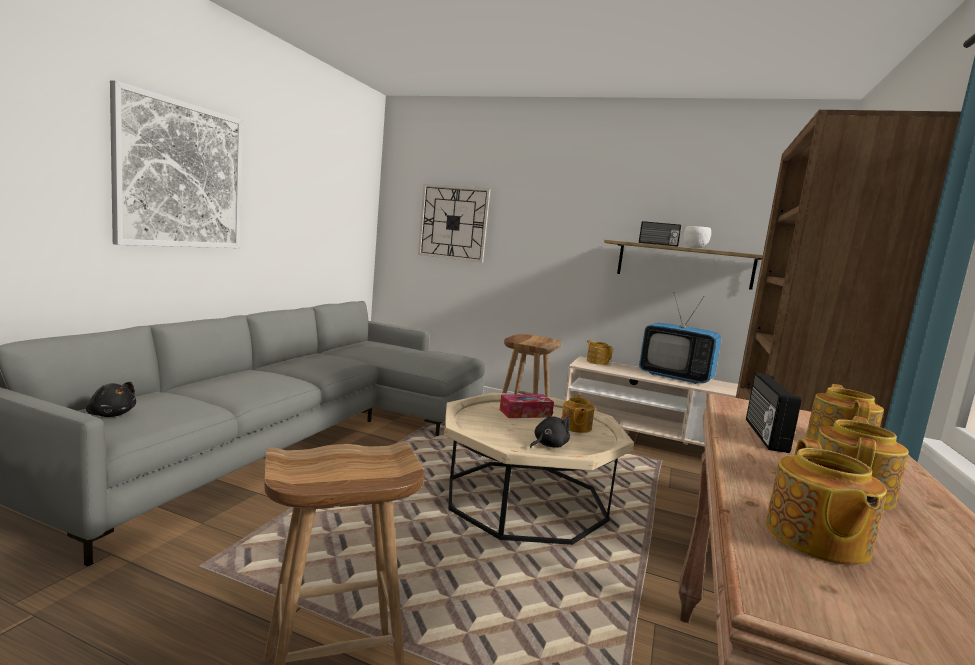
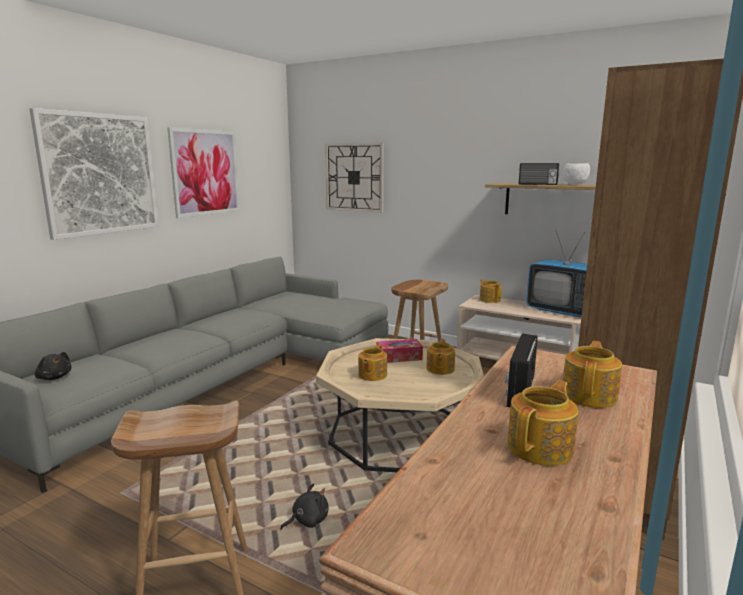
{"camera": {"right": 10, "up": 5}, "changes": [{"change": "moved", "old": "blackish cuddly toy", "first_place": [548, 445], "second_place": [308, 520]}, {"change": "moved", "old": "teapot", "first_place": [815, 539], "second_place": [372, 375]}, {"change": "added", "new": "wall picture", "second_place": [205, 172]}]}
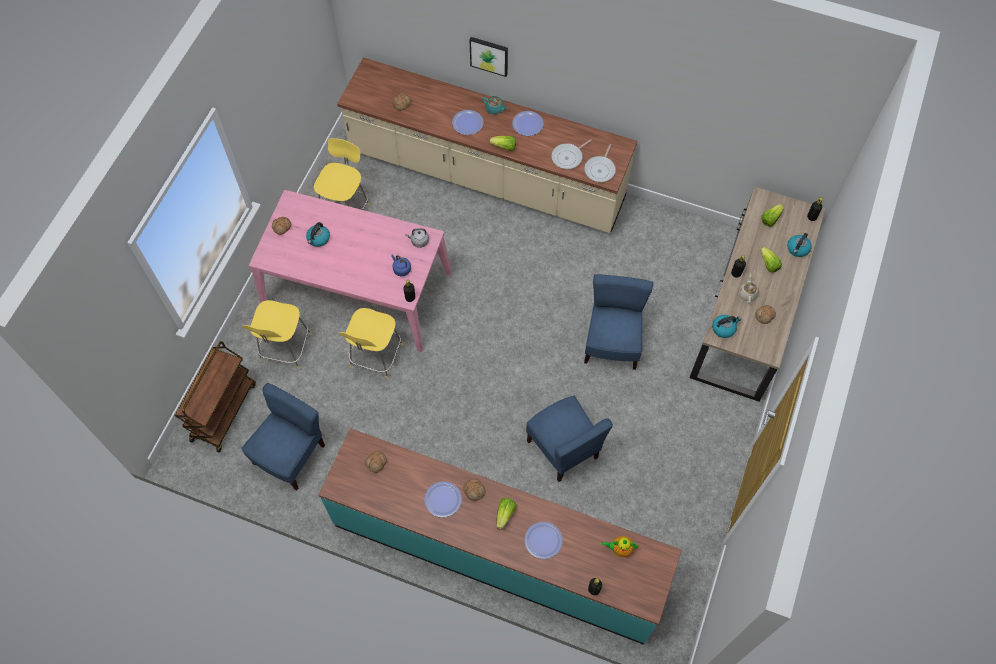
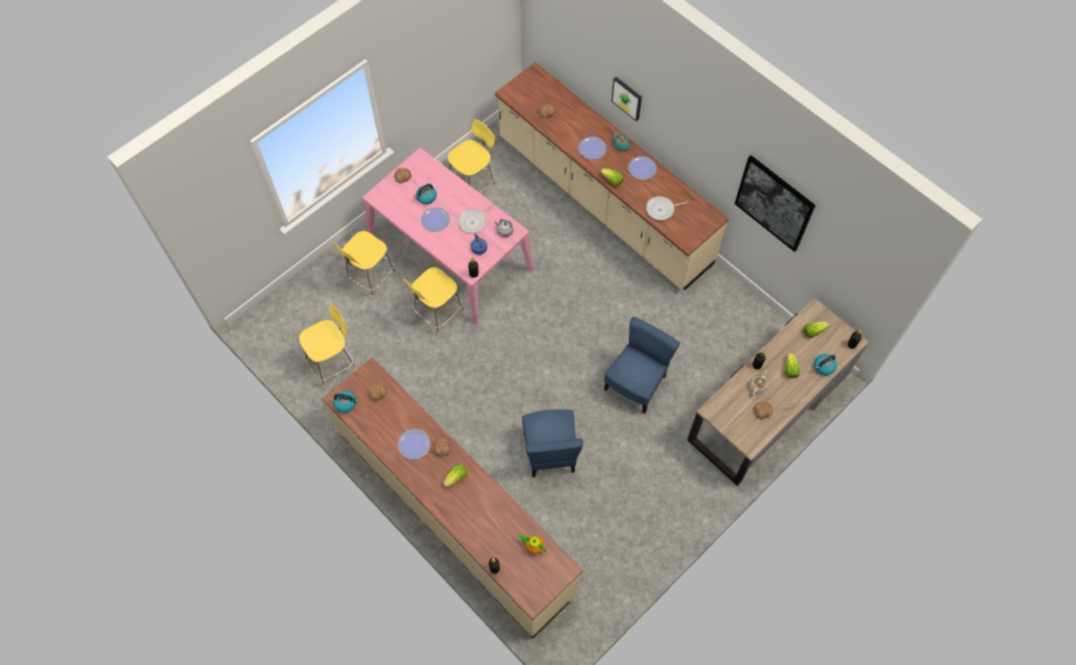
{"camera": {"right": 25, "up": 0}, "changes": [{"change": "moved", "old": "frying pan", "first_place": [600, 169], "second_place": [474, 221]}, {"change": "moved", "old": "tea kettle", "first_place": [724, 328], "second_place": [346, 403]}, {"change": "removed", "old": "brown cart", "first_place": [223, 411]}, {"change": "replaced", "old": "bluish upright chair", "new": "yellowish stool seat", "first_place": [290, 455], "second_place": [333, 363]}, {"change": "recoloured", "old": "blue-green kitchen base unit", "new": "beige kitchen base unit", "first_place": [498, 552], "second_place": [454, 511]}, {"change": "moved", "old": "dinner plate", "first_place": [543, 540], "second_place": [435, 220]}, {"change": "added", "new": "wall picture", "second_place": [774, 203]}]}
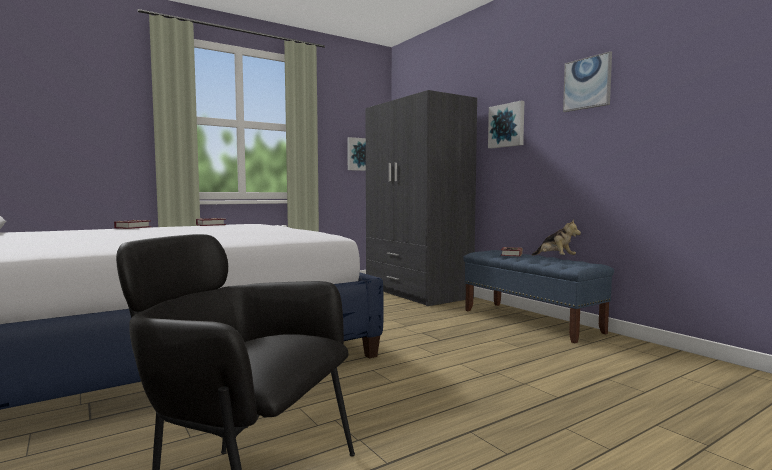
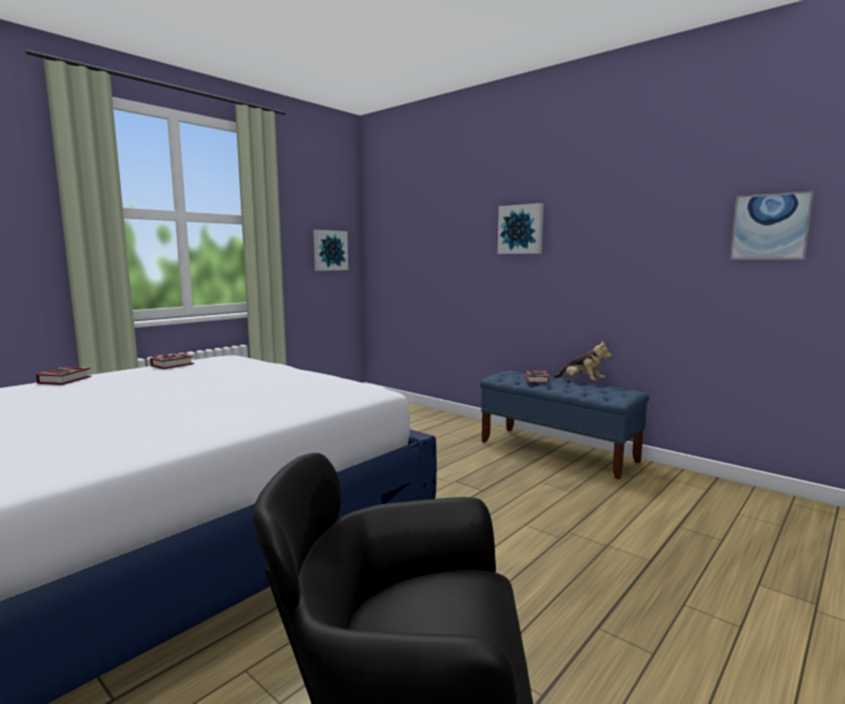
{"camera": {"right": -15, "up": 5}, "changes": [{"change": "moved", "old": "wall picture", "first_place": [587, 83], "second_place": [770, 227]}, {"change": "removed", "old": "grey clothes cupboard", "first_place": [416, 292]}]}
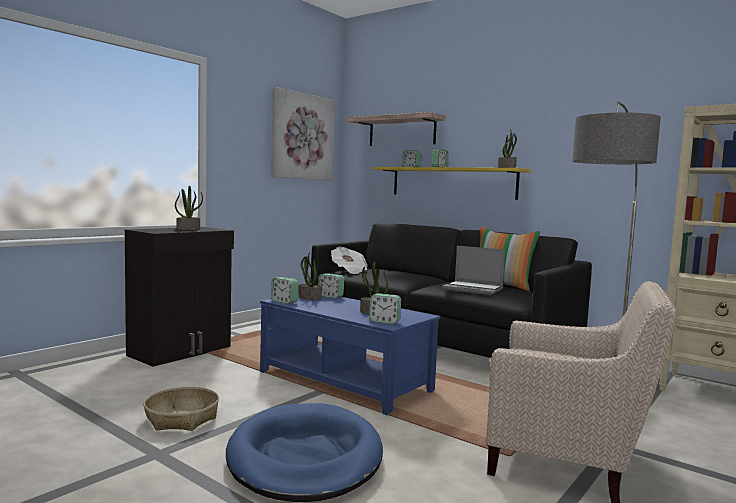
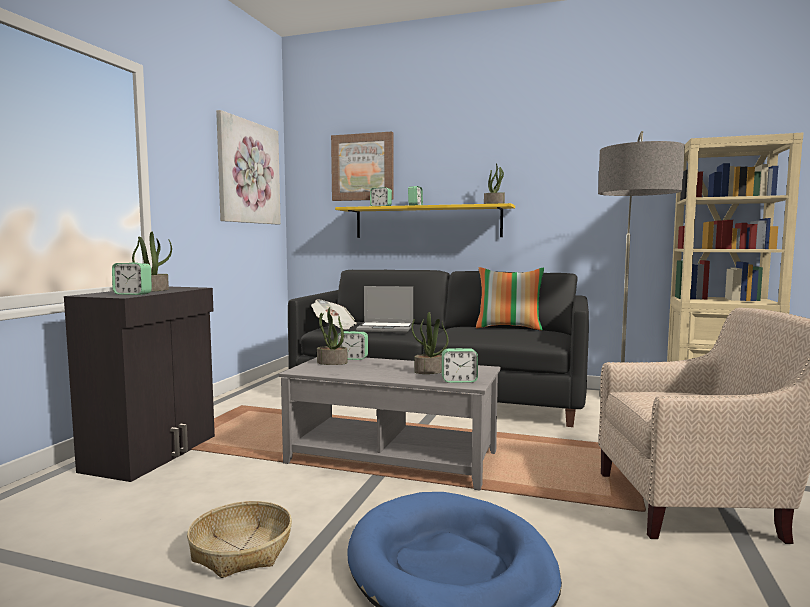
{"camera": {"right": -20, "up": 0}, "changes": [{"change": "replaced", "old": "bracket shelf", "new": "wall picture", "first_place": [402, 131], "second_place": [363, 167]}, {"change": "moved", "old": "laptop", "first_place": [474, 289], "second_place": [386, 329]}, {"change": "moved", "old": "alarm clock", "first_place": [284, 301], "second_place": [133, 294]}, {"change": "recoloured", "old": "bluish lounge table", "new": "grey lounge table", "first_place": [345, 381], "second_place": [393, 456]}]}
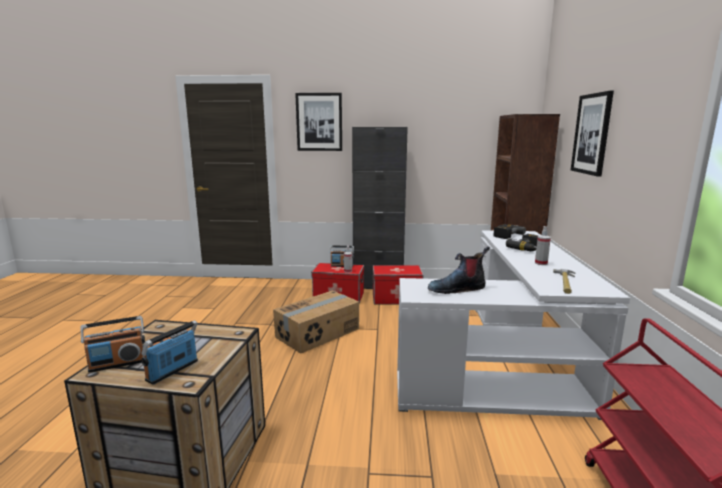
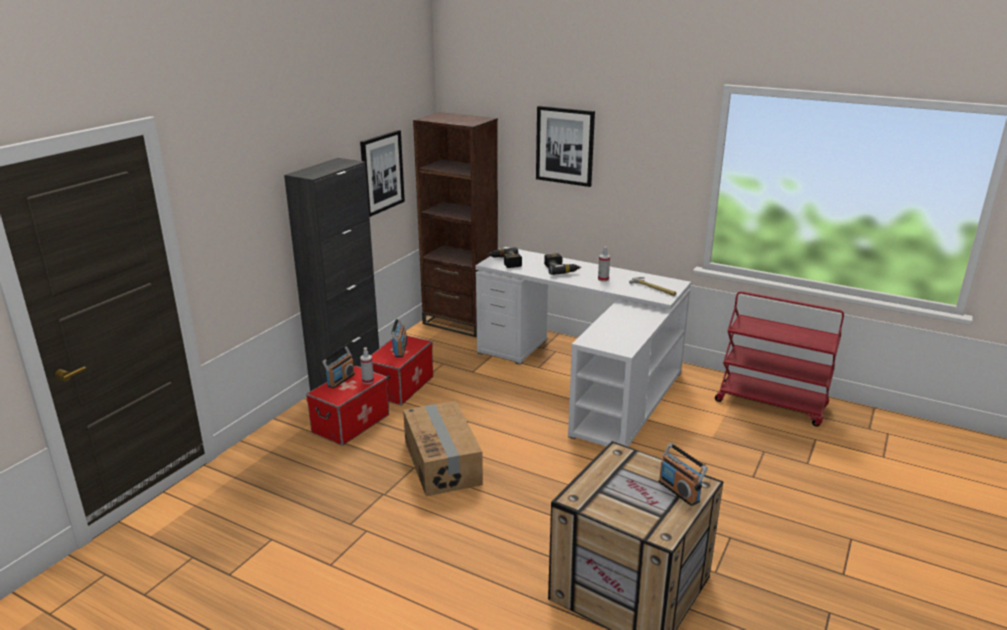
{"camera": {"right": -65, "up": 10}, "changes": [{"change": "moved", "old": "wall picture", "first_place": [319, 122], "second_place": [382, 172]}, {"change": "removed", "old": "tall boot", "first_place": [457, 289]}, {"change": "moved", "old": "radio set", "first_place": [118, 363], "second_place": [400, 350]}]}
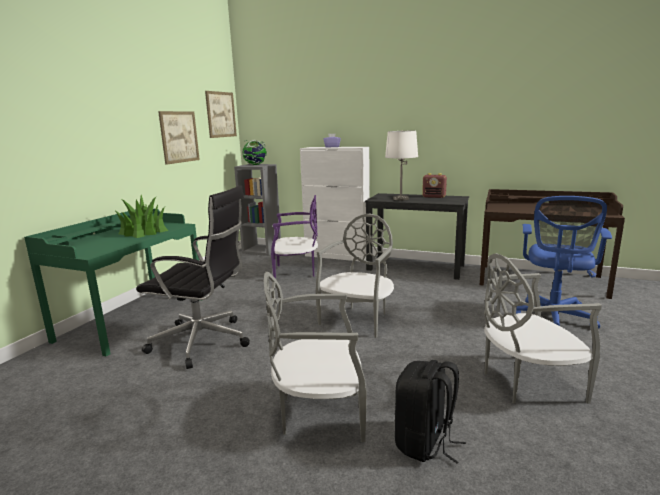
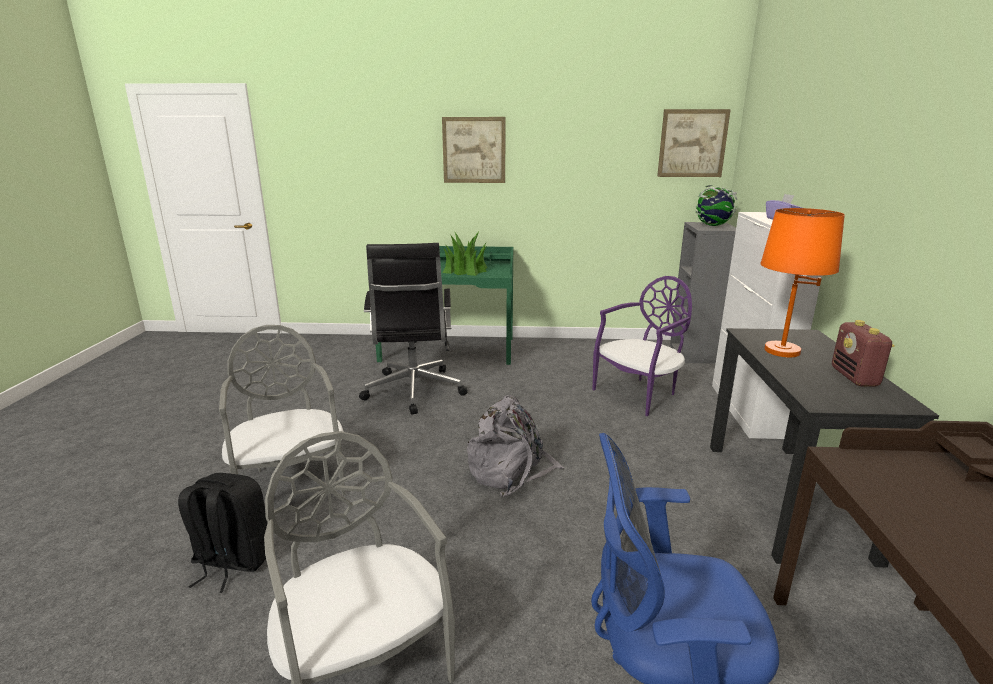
{"camera": {"right": 70, "up": 5}, "changes": [{"change": "moved", "old": "wall picture", "first_place": [179, 137], "second_place": [474, 150]}, {"change": "recoloured", "old": "white lamp for a table", "new": "orangey lamp for a table", "first_place": [401, 199], "second_place": [782, 351]}, {"change": "turned", "old": "purple-coloured upright chair", "first_place": [296, 272], "second_place": [639, 394], "degrees": -105}, {"change": "replaced", "old": "grey upright chair", "new": "grey backpack", "first_place": [358, 320], "second_place": [511, 471]}]}
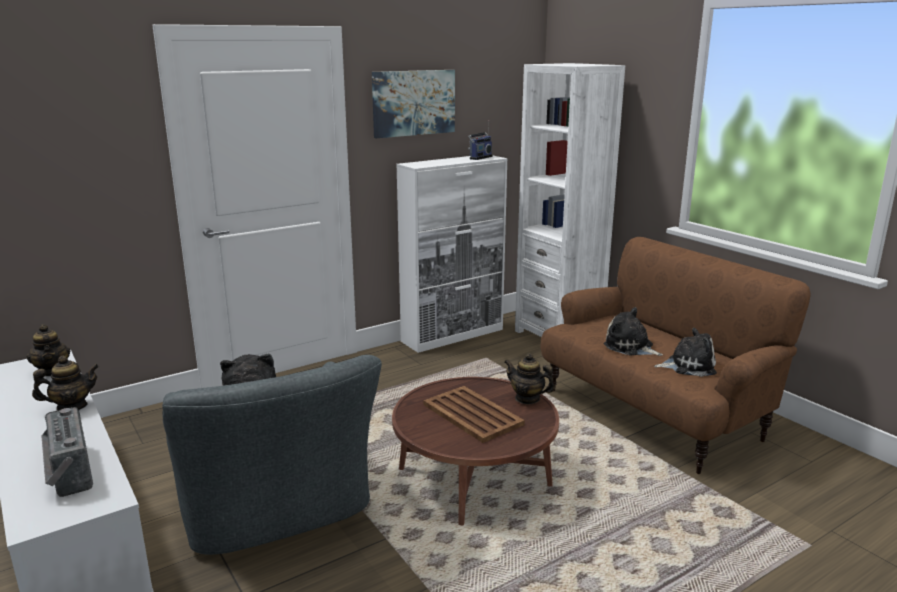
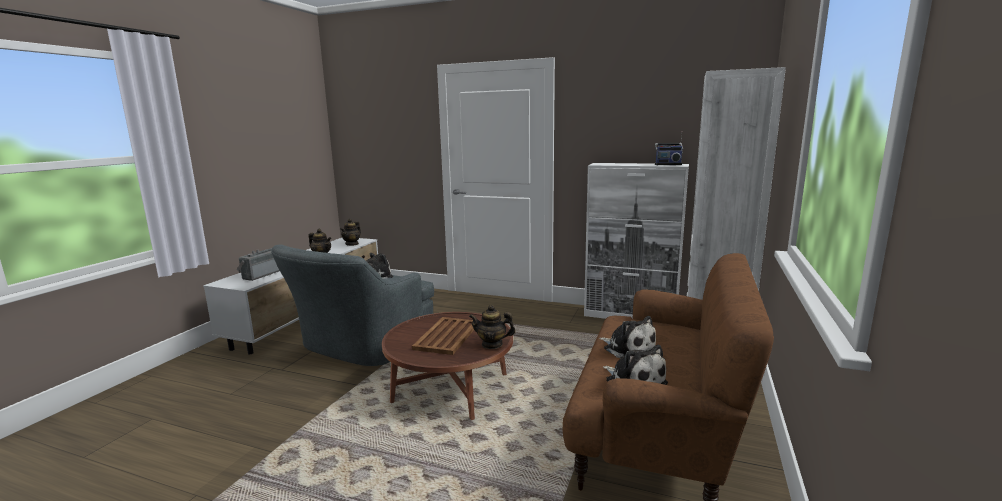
{"camera": {"right": 55, "up": -5}, "changes": [{"change": "removed", "old": "wall picture", "first_place": [413, 103]}, {"change": "turned", "old": "cuddly toy", "first_place": [630, 347], "second_place": [628, 348], "degrees": 135}, {"change": "turned", "old": "teapot", "first_place": [527, 398], "second_place": [492, 344], "degrees": -75}]}
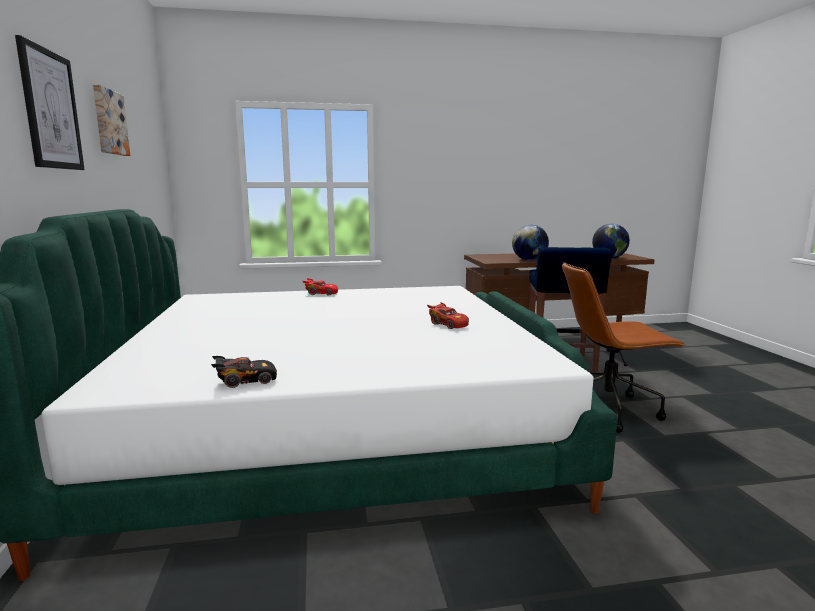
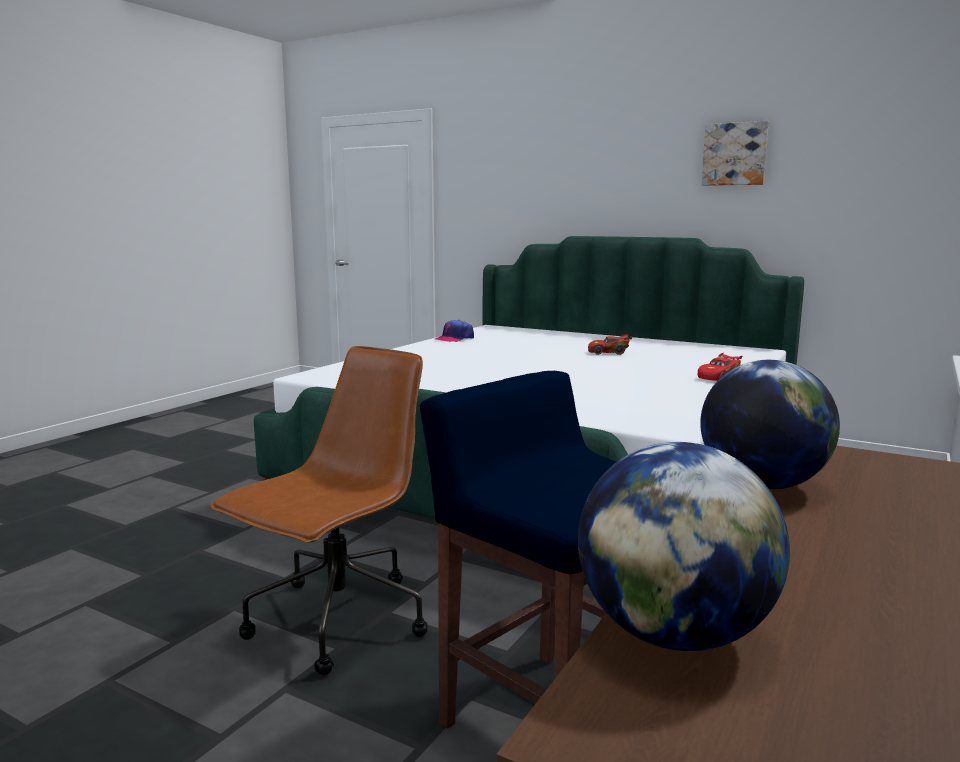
{"camera": {"right": 130, "up": 0}, "changes": [{"change": "removed", "old": "wall picture", "first_place": [51, 110]}, {"change": "moved", "old": "reddish model car", "first_place": [448, 324], "second_place": [609, 353]}, {"change": "replaced", "old": "blackish model car", "new": "cap", "first_place": [245, 381], "second_place": [454, 339]}]}
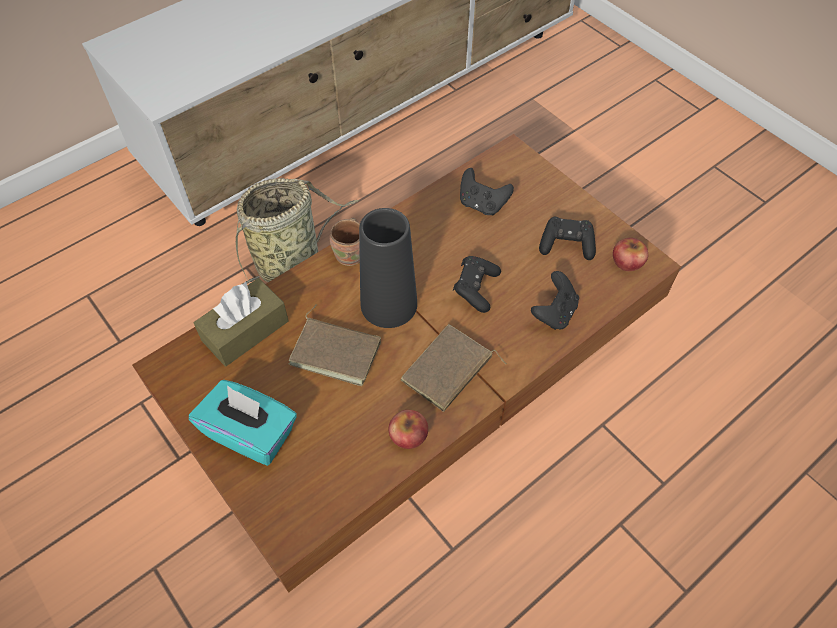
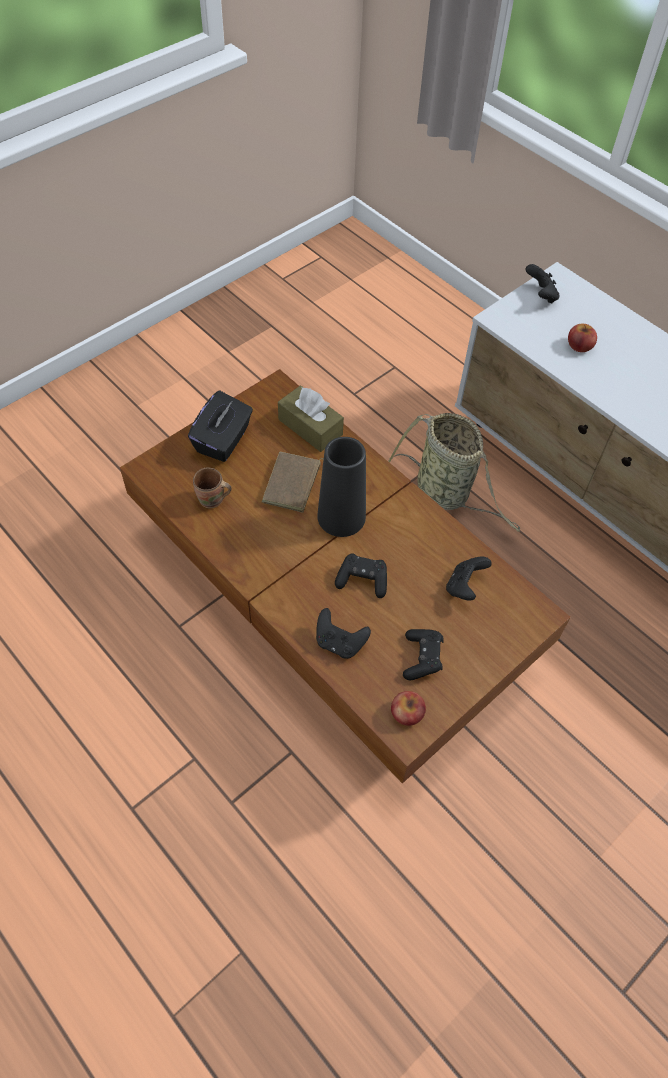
{"camera": {"right": 85, "up": 0}, "changes": [{"change": "moved", "old": "brown coffee mug", "first_place": [351, 255], "second_place": [212, 501]}, {"change": "removed", "old": "brown volume", "first_place": [449, 371]}, {"change": "recoloured", "old": "blue-green box of tissues", "new": "blackish box of tissues", "first_place": [251, 433], "second_place": [223, 440]}, {"change": "moved", "old": "apple fruit", "first_place": [408, 435], "second_place": [579, 345]}, {"change": "added", "new": "blackish game controller", "second_place": [540, 295]}]}
